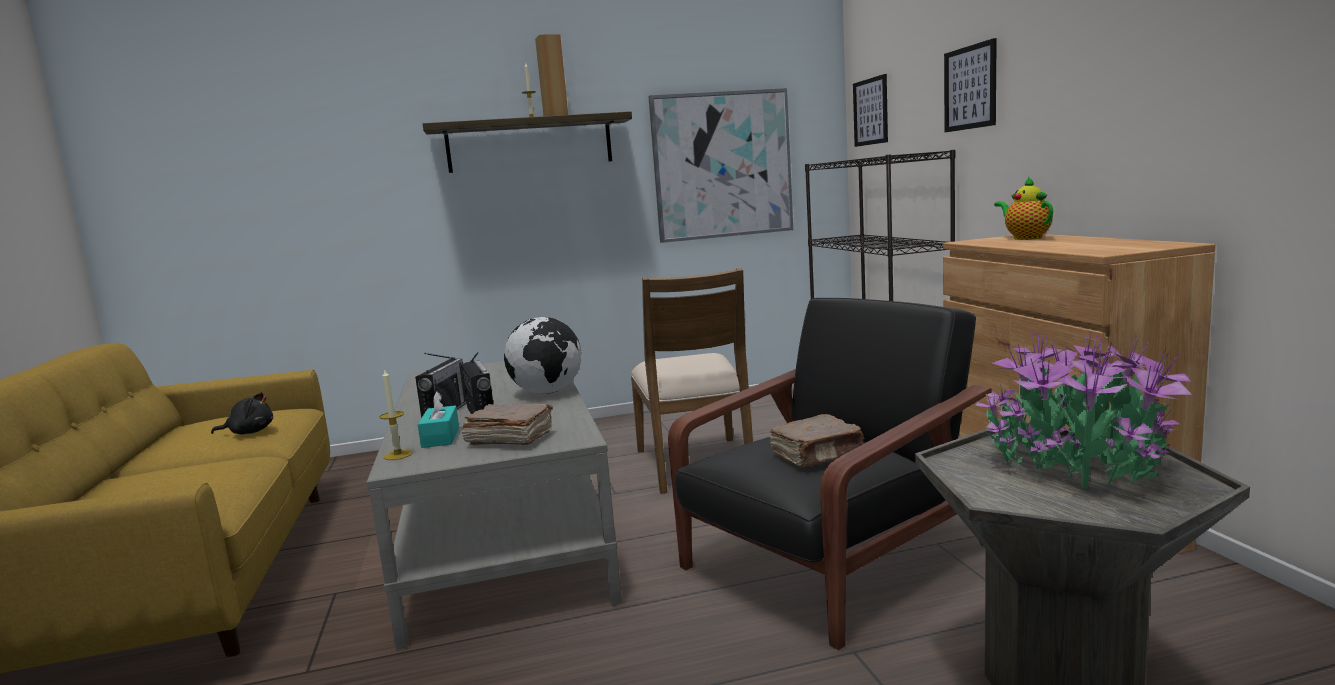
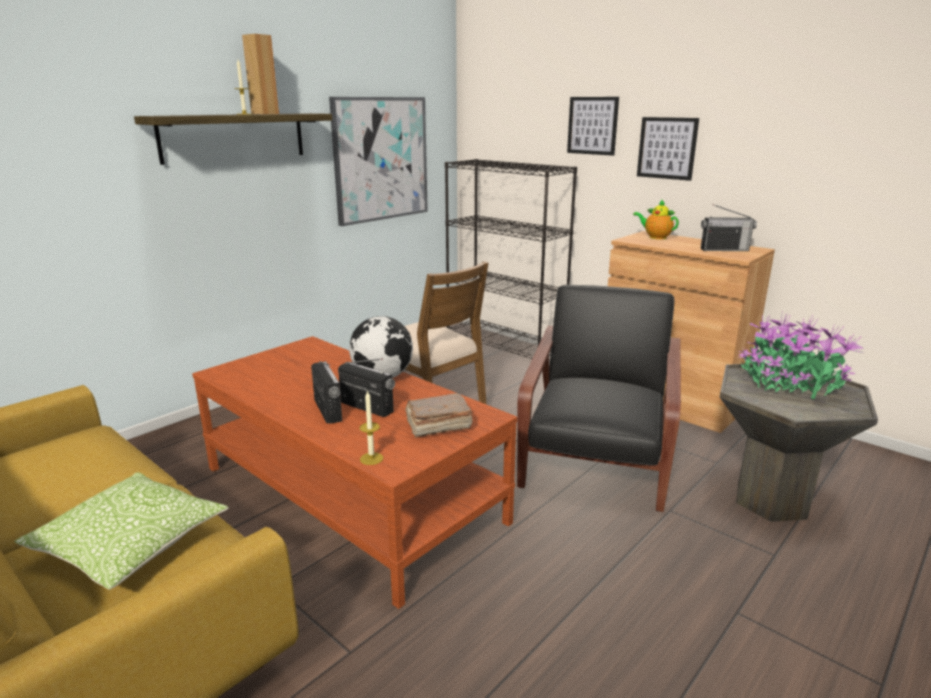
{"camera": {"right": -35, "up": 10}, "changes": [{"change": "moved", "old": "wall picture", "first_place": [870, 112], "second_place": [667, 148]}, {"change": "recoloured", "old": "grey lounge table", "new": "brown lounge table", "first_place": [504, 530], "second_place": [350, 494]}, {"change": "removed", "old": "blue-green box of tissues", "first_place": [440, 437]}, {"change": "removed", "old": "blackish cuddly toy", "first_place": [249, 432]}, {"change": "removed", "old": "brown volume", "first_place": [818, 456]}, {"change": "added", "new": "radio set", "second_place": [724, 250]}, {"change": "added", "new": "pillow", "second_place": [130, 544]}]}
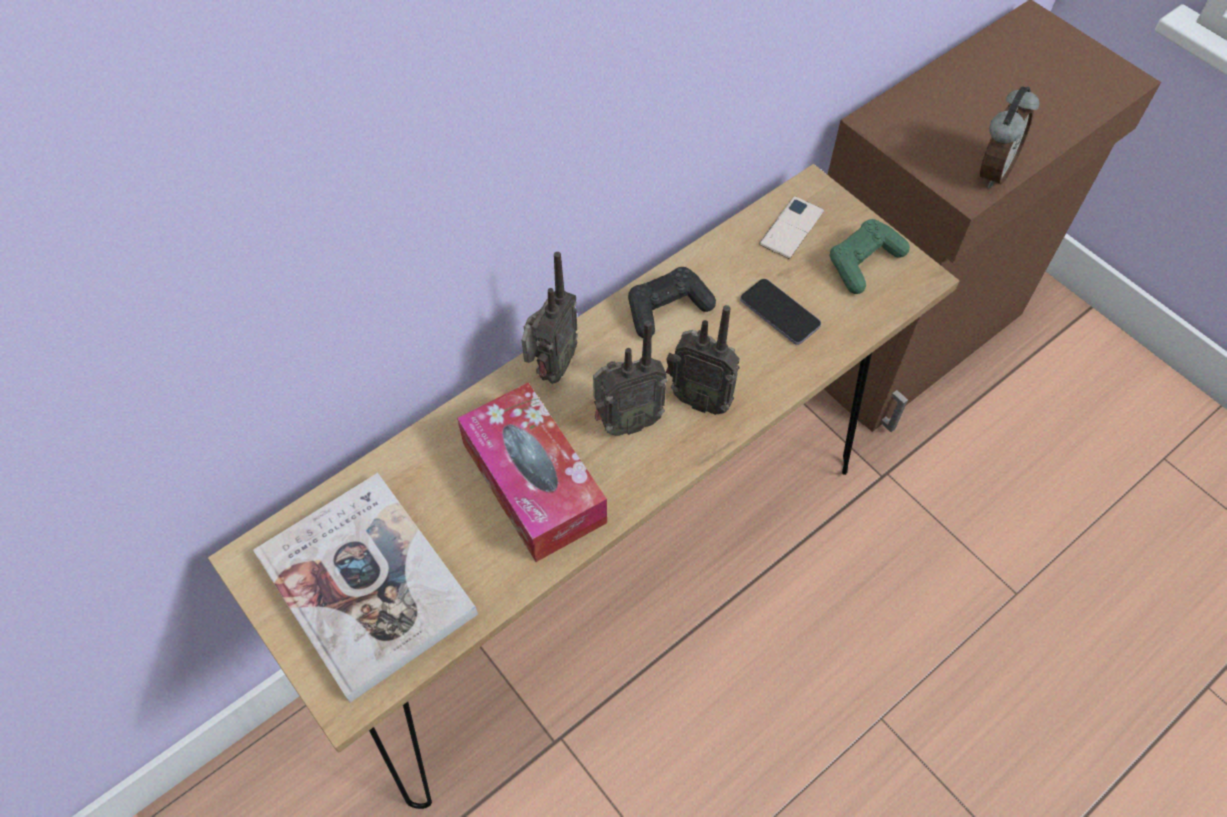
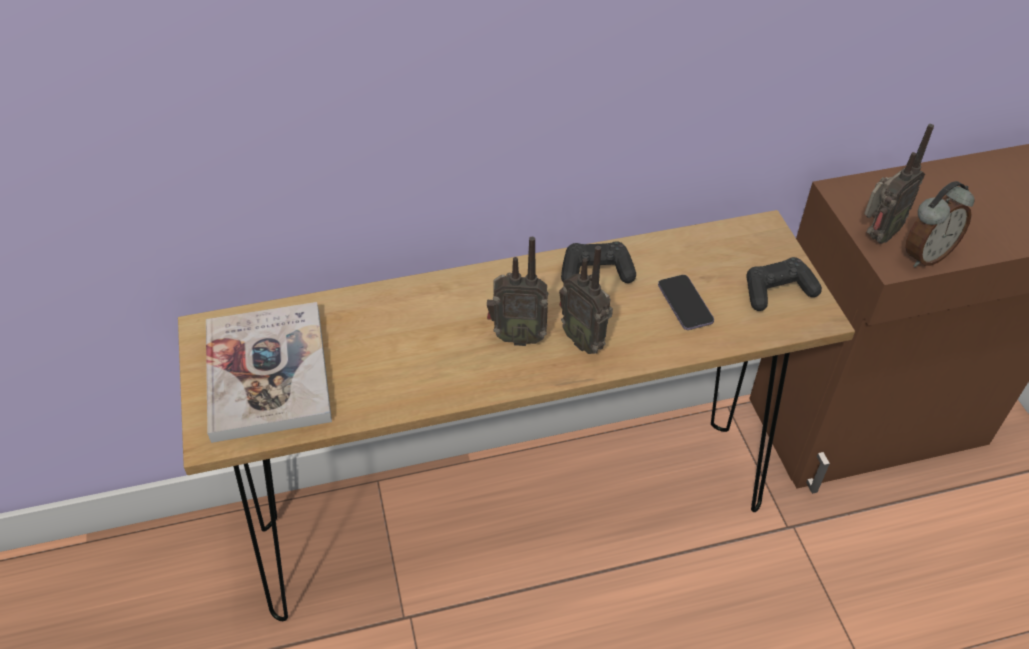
{"camera": {"right": 25, "up": -10}, "changes": [{"change": "removed", "old": "phone", "first_place": [791, 228]}, {"change": "recoloured", "old": "greenish game controller", "new": "blackish game controller", "first_place": [863, 262], "second_place": [777, 291]}, {"change": "moved", "old": "radio set", "first_place": [551, 369], "second_place": [876, 236]}, {"change": "removed", "old": "box of tissues", "first_place": [533, 482]}]}
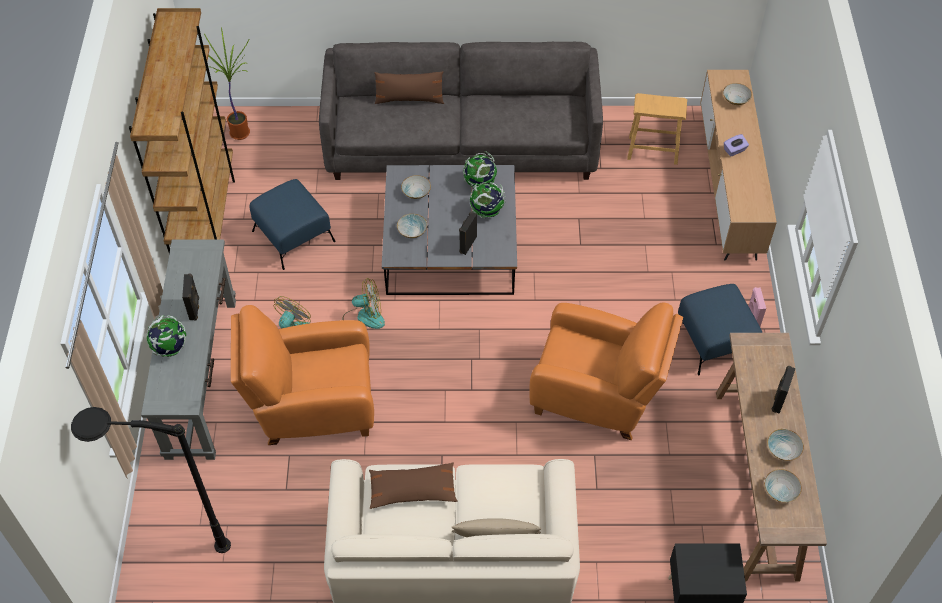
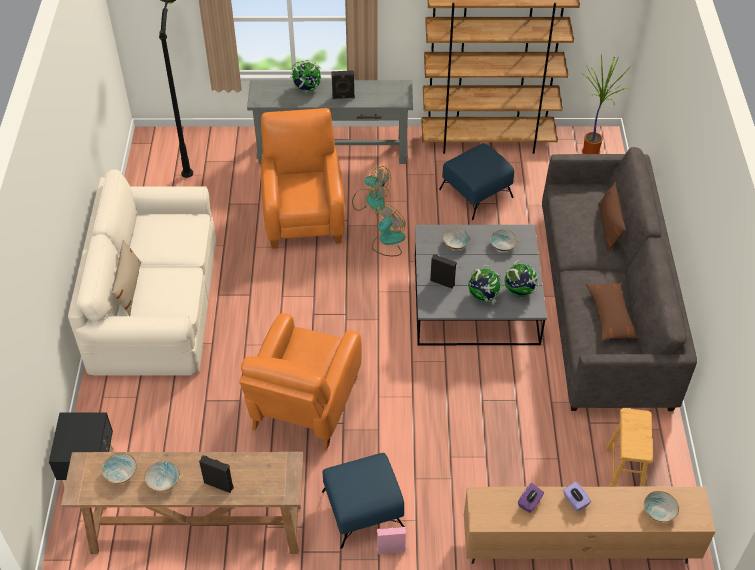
{"camera": {"right": 90, "up": -5}, "changes": [{"change": "turned", "old": "electric fan", "first_place": [363, 319], "second_place": [388, 241], "degrees": -135}, {"change": "moved", "old": "brown pillow", "first_place": [412, 490], "second_place": [610, 316]}, {"change": "added", "new": "purple-coloured box of tissues", "second_place": [530, 502]}]}
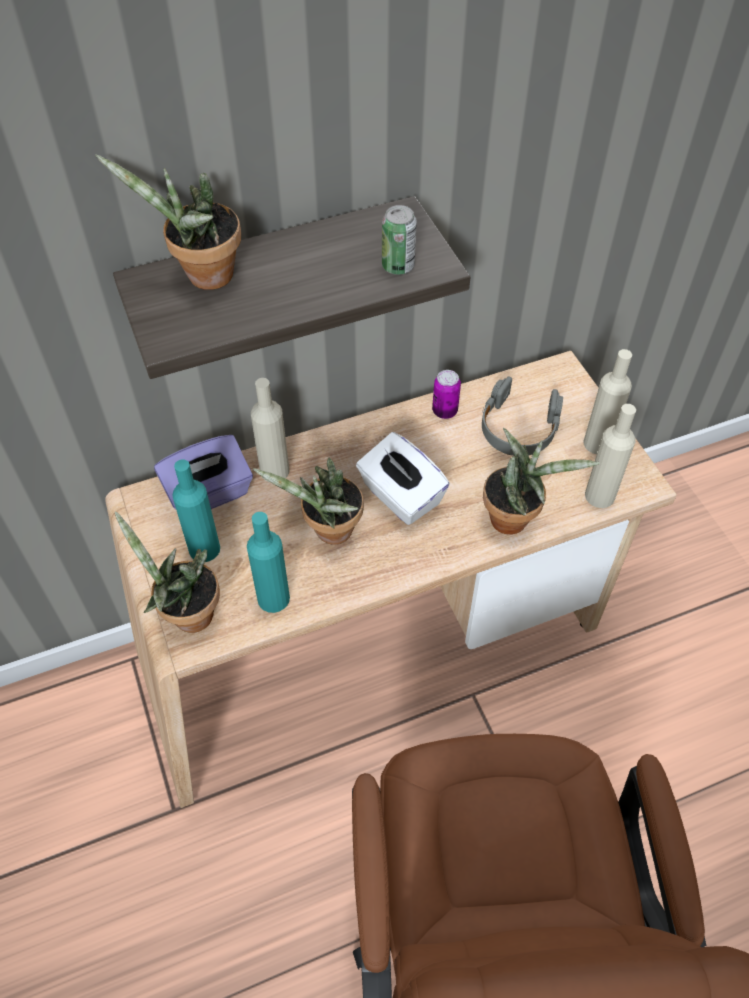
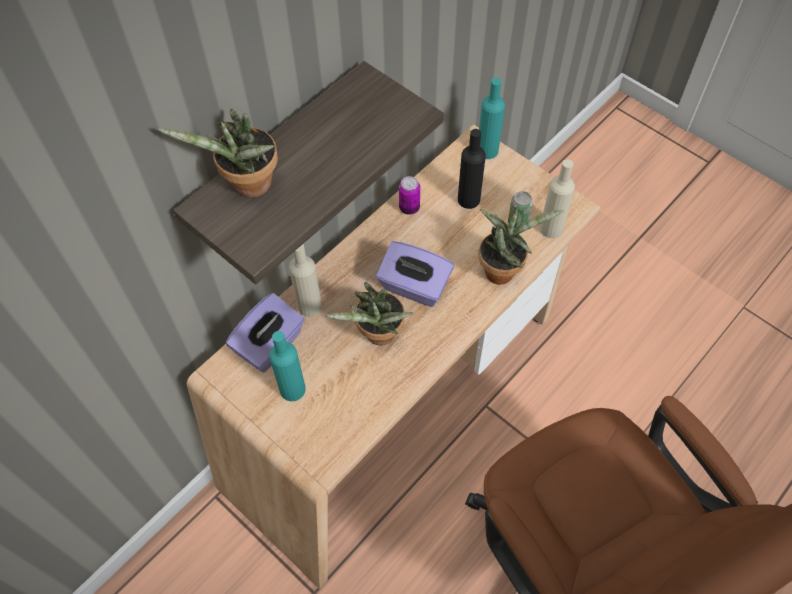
{"camera": {"right": -25, "up": 5}, "changes": [{"change": "moved", "old": "metal can", "first_place": [398, 266], "second_place": [518, 222]}, {"change": "removed", "old": "beige drink bottle", "first_place": [597, 443]}, {"change": "replaced", "old": "grey headphones", "new": "blackish drink bottle", "first_place": [518, 427], "second_place": [468, 199]}, {"change": "recoloured", "old": "white box of tissues", "new": "purple-coloured box of tissues", "first_place": [400, 496], "second_place": [414, 287]}, {"change": "removed", "old": "houseplant", "first_place": [187, 614]}, {"change": "moved", "old": "blue-green drink bottle", "first_place": [273, 598], "second_place": [487, 150]}]}
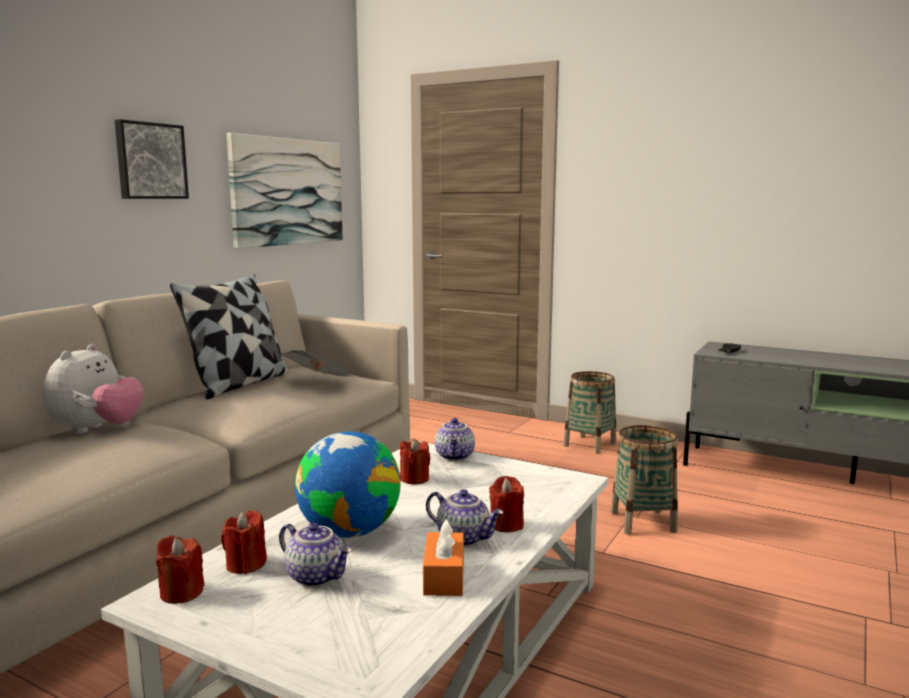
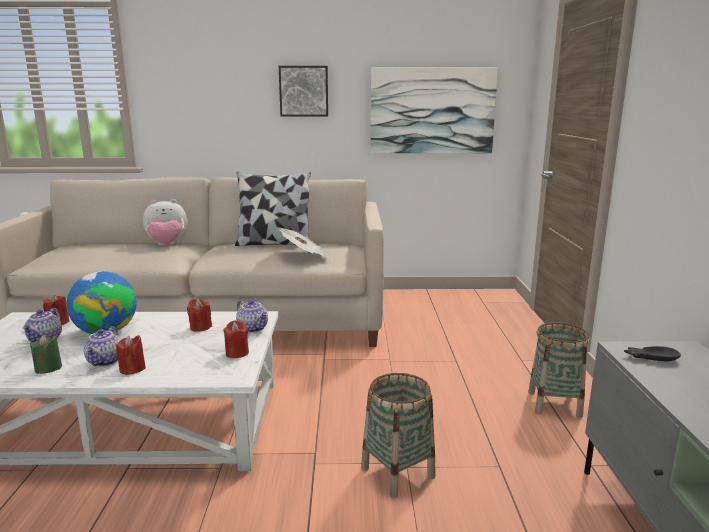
{"camera": {"right": 60, "up": 5}, "changes": [{"change": "turned", "old": "teapot", "first_place": [455, 456], "second_place": [253, 328], "degrees": -105}, {"change": "replaced", "old": "orangey box of tissues", "new": "greenish wax light", "first_place": [444, 577], "second_place": [48, 368]}, {"change": "moved", "old": "reddish wax light", "first_place": [181, 592], "second_place": [237, 353]}]}
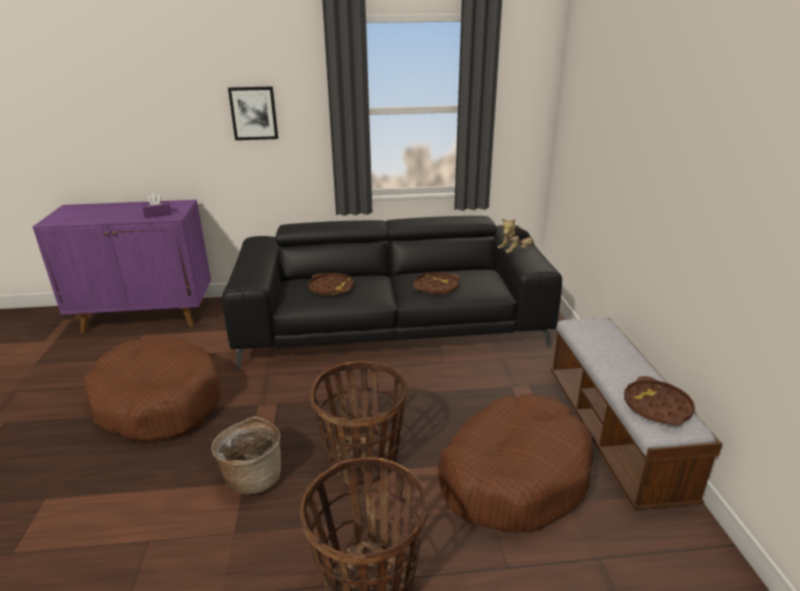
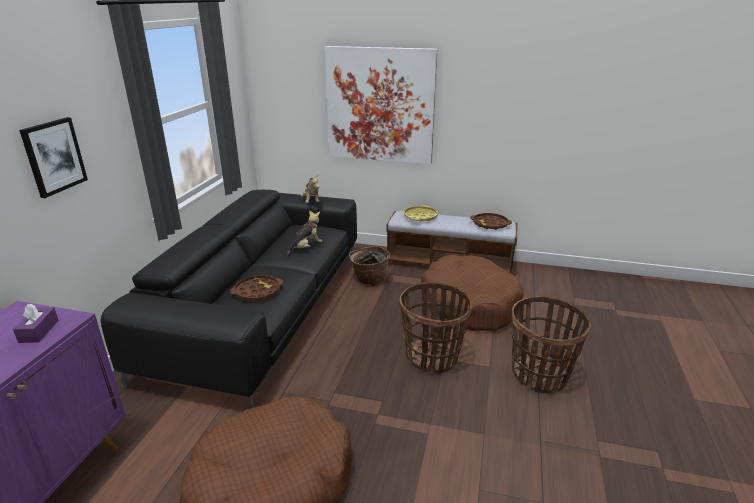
{"camera": {"right": -70, "up": 0}, "changes": [{"change": "replaced", "old": "brown serving tray", "new": "cuddly toy", "first_place": [436, 287], "second_place": [306, 248]}, {"change": "moved", "old": "basket", "first_place": [252, 477], "second_place": [369, 280]}, {"change": "added", "new": "wall picture", "second_place": [380, 105]}, {"change": "added", "new": "yellowish serving tray", "second_place": [420, 217]}]}
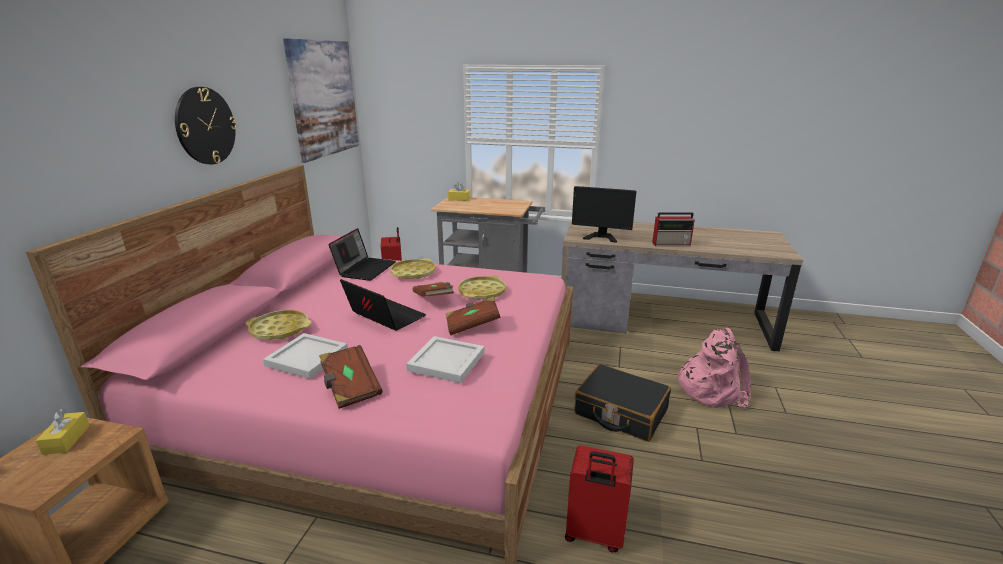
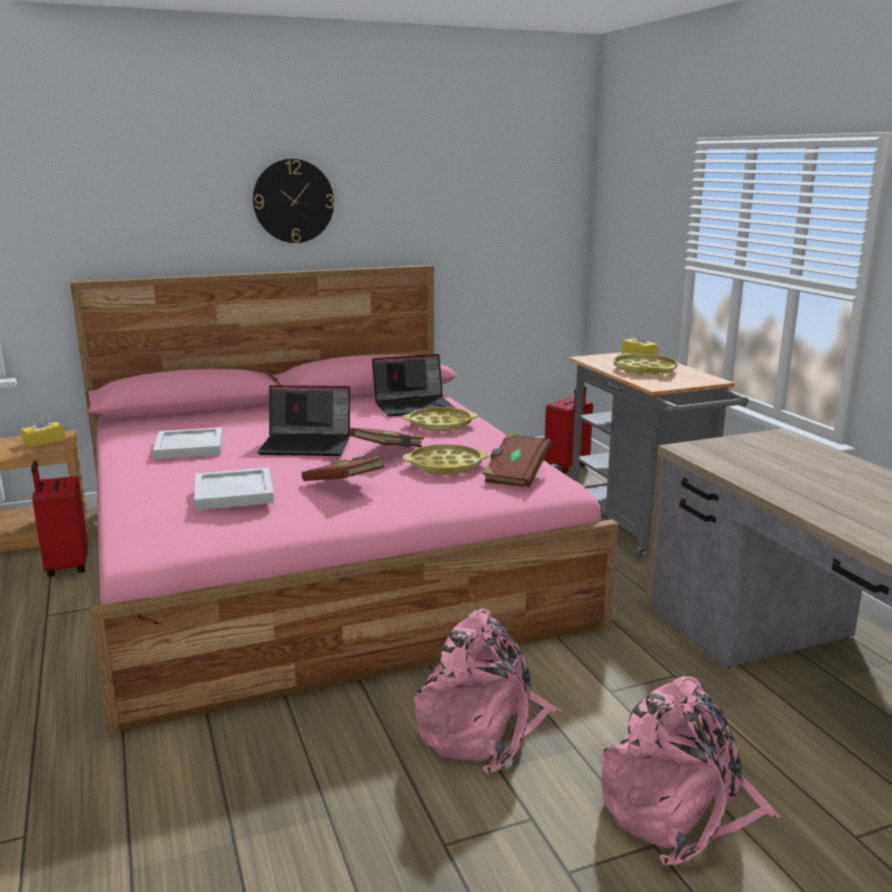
{"camera": {"right": 55, "up": -5}, "changes": [{"change": "removed", "old": "wall picture", "first_place": [324, 99]}, {"change": "removed", "old": "computer screen", "first_place": [602, 234]}, {"change": "removed", "old": "radio set", "first_place": [672, 244]}, {"change": "turned", "old": "laptop", "first_place": [384, 317], "second_place": [307, 445], "degrees": 90}, {"change": "moved", "old": "yellowish serving tray", "first_place": [280, 330], "second_place": [644, 370]}, {"change": "moved", "old": "brown volume", "first_place": [350, 387], "second_place": [515, 474]}, {"change": "replaced", "old": "blackish travel case", "new": "pink-coloured backpack", "first_place": [620, 412], "second_place": [483, 728]}, {"change": "moved", "old": "reddish travel case", "first_place": [594, 534], "second_place": [66, 566]}]}
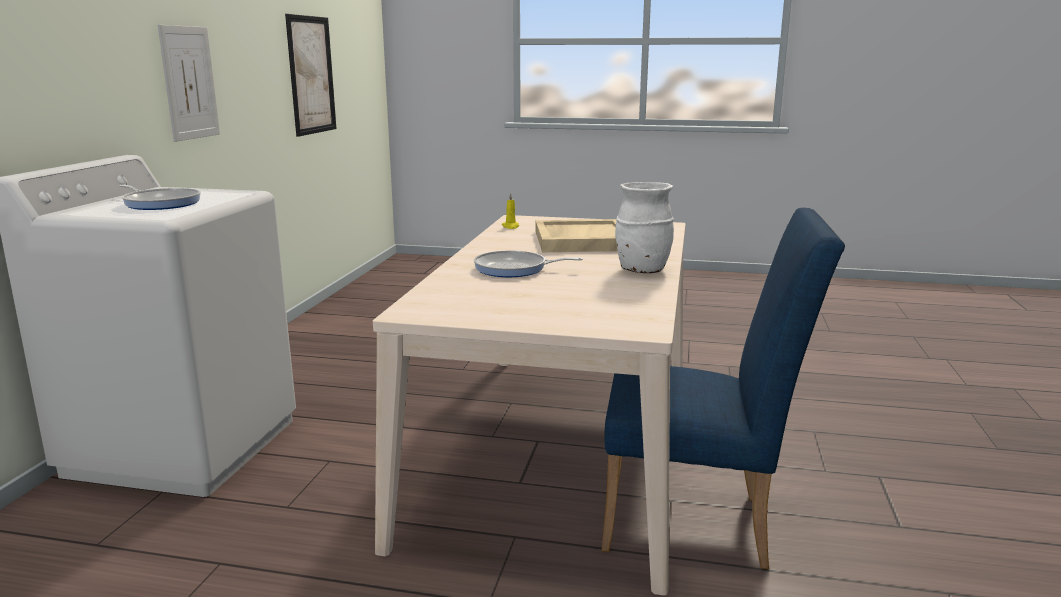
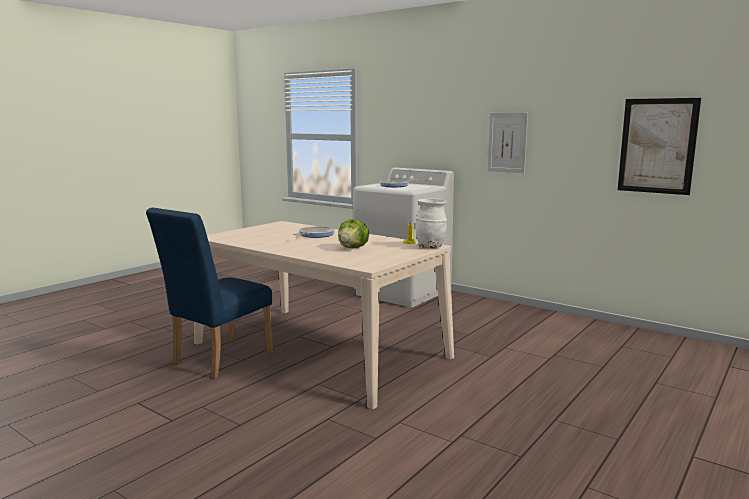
{"camera": {"right": 115, "up": -5}, "changes": [{"change": "moved", "old": "white flower vase", "first_place": [641, 270], "second_place": [430, 247]}, {"change": "replaced", "old": "beige serving tray", "new": "lettuce head", "first_place": [581, 240], "second_place": [353, 248]}]}
